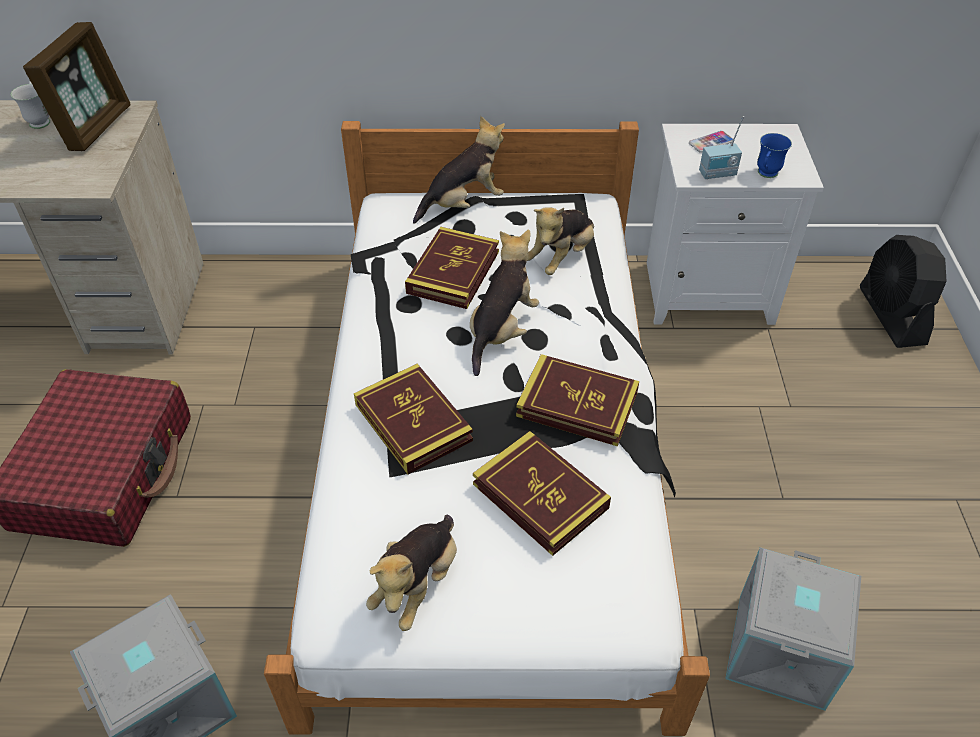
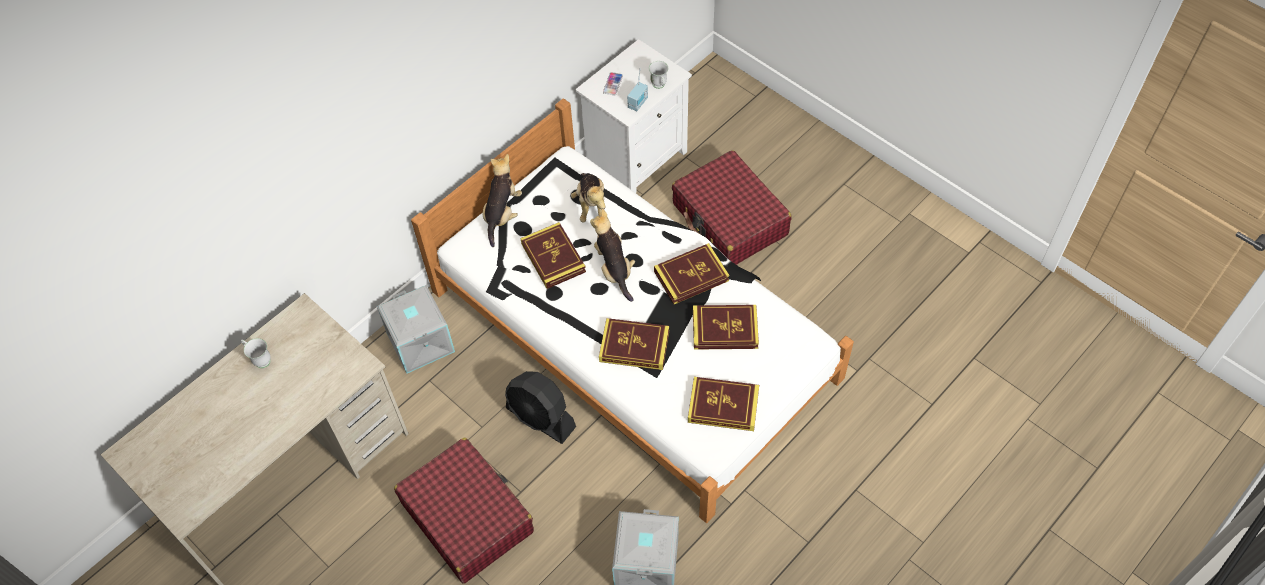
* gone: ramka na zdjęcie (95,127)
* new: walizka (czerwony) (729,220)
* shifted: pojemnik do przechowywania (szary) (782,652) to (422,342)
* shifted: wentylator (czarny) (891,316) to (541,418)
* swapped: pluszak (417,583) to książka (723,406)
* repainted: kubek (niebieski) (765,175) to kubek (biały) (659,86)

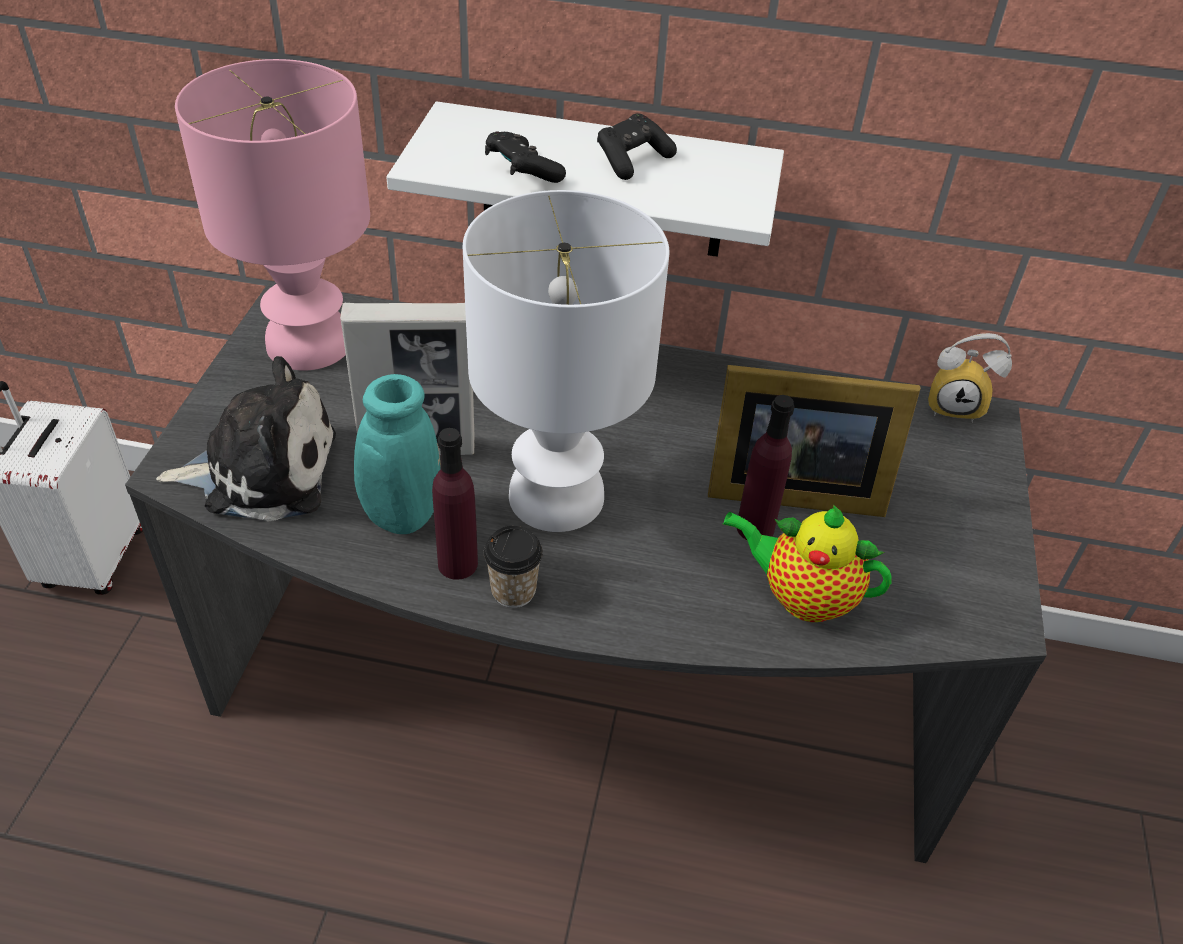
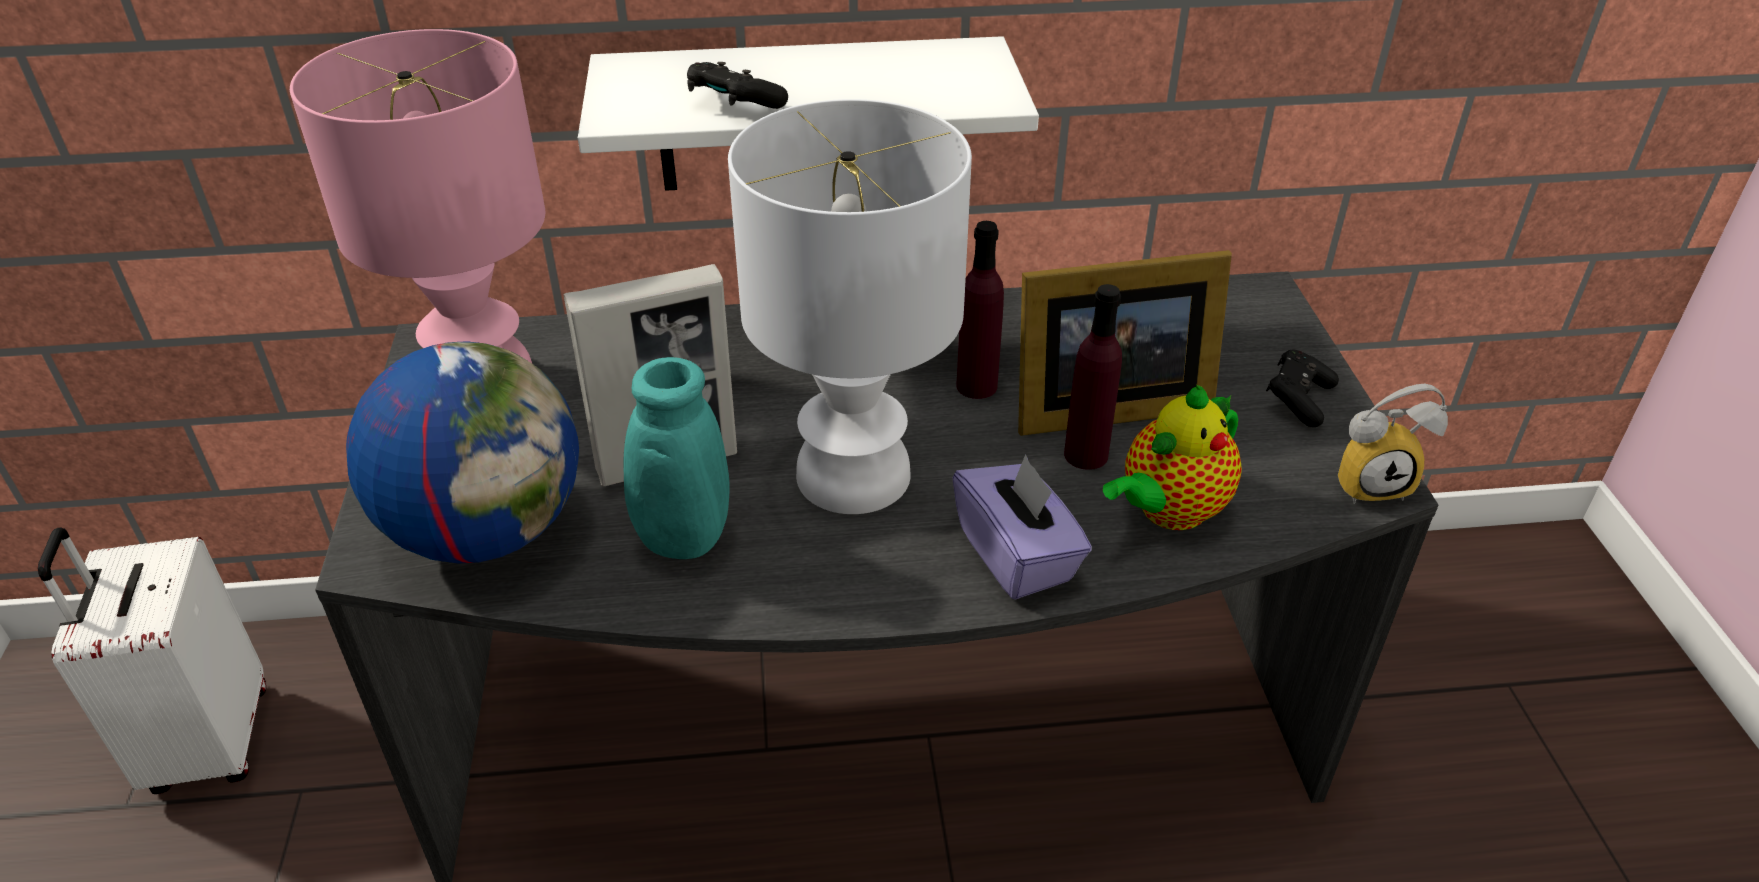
* gone: filiżanka (513,591)
* new: pudełko chusteczek (fioletowy) (1017,555)
* shifted: butelka (fioletowy) (458,564) to (976,386)
* shifted: pad do gier (czarny) (632,160) to (1298,400)
* shifted: budzik (956,406) to (1371,482)
* swapped: pluszak (262,470) to globus (487,531)
* rotated: imbryk (801,597) = (1168,511) 45 degrees counterclockwise

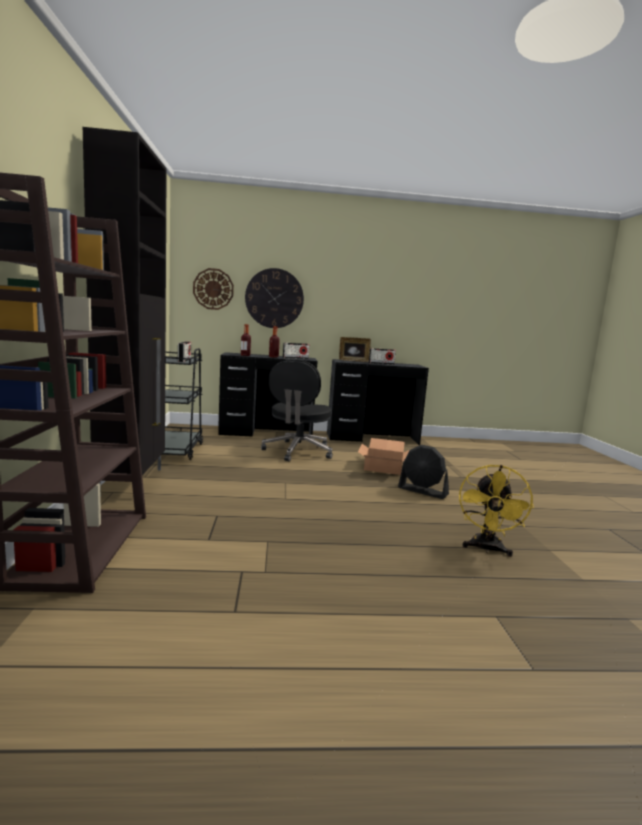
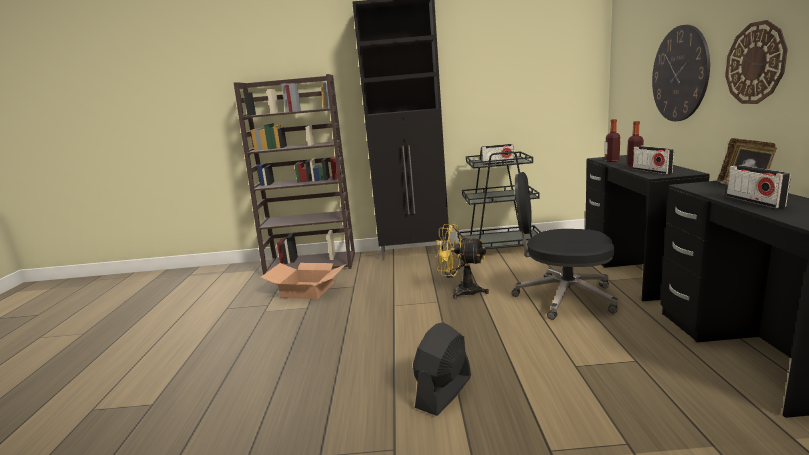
* shifted: zegar ścienny (213,289) to (755,63)
* shifted: karton (382,466) to (308,290)
* shifted: wentylator (żółty) (486,549) to (461,291)

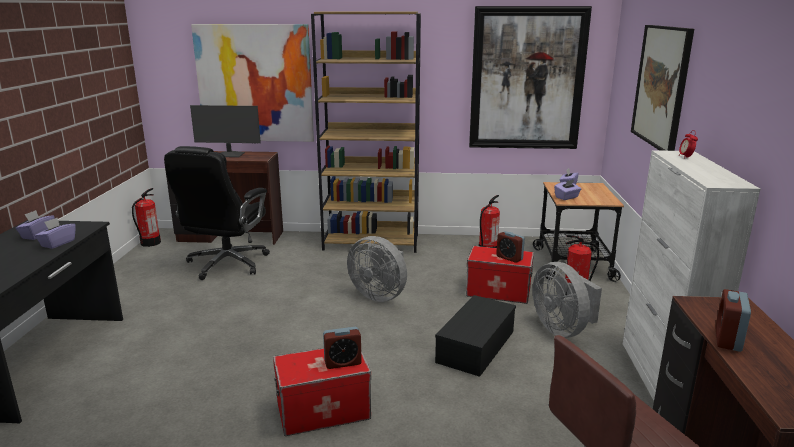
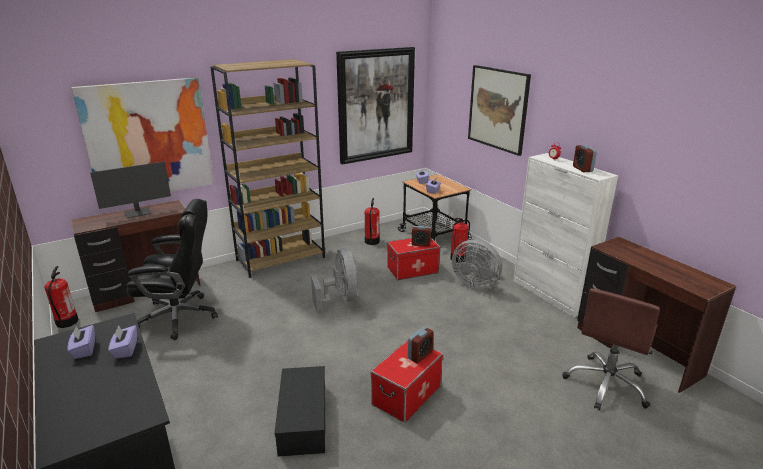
* shifted: pojemnik do przechowywania (czarny) (475,345) to (302,418)
* shifted: budzik (728,339) to (582,169)
* rotated: krzesło biurowe (czarny) (226,264) = (180,317) 75 degrees counterclockwise
* rotated: wentylator (szary) (380,295) = (340,299) 105 degrees counterclockwise

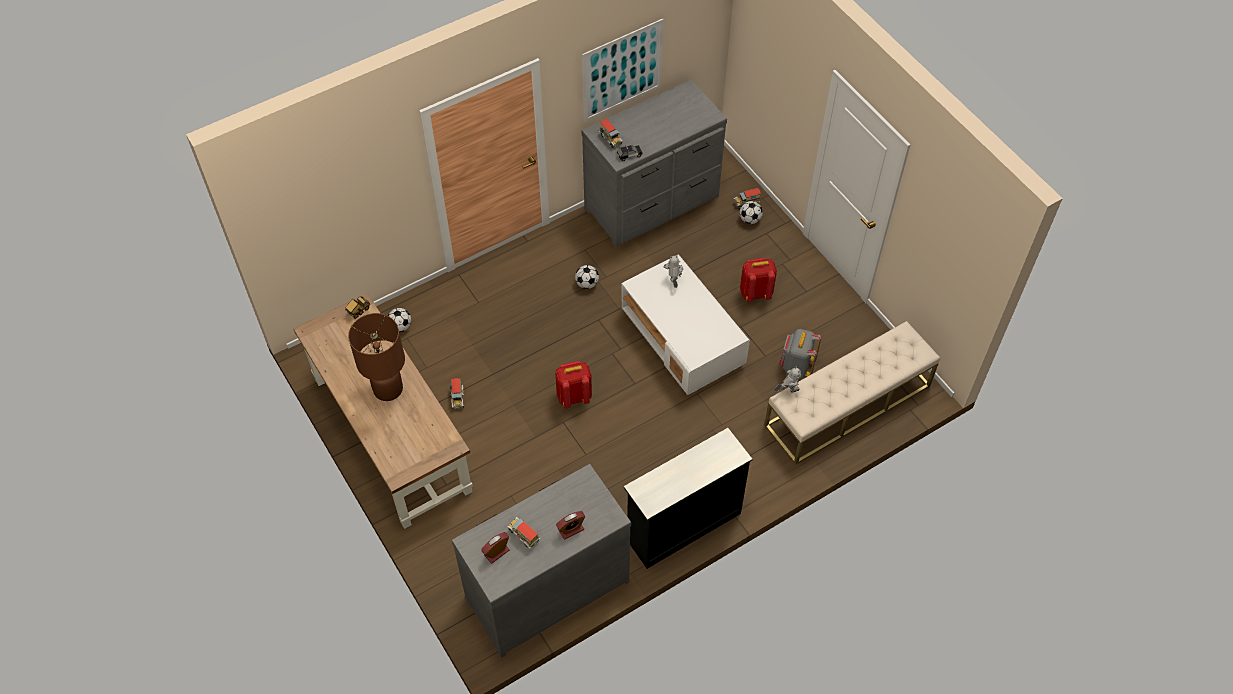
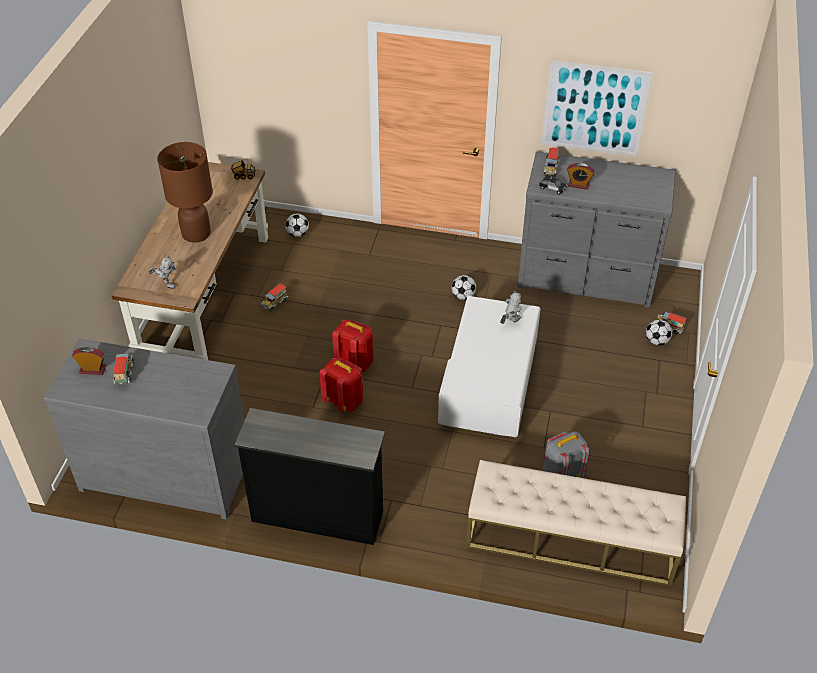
* shifted: budzik (571,530) to (578,185)
* shifted: plecak (czerwony) (755,292) to (344,401)
* shifted: robot zabawkowy (787,390) to (166,284)

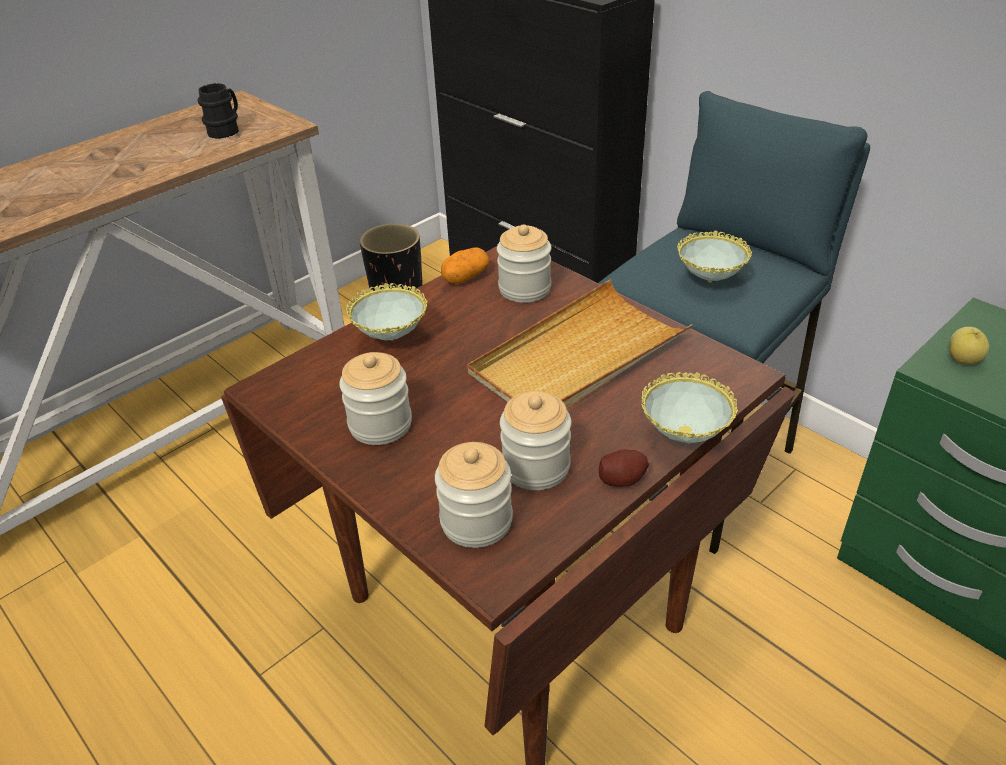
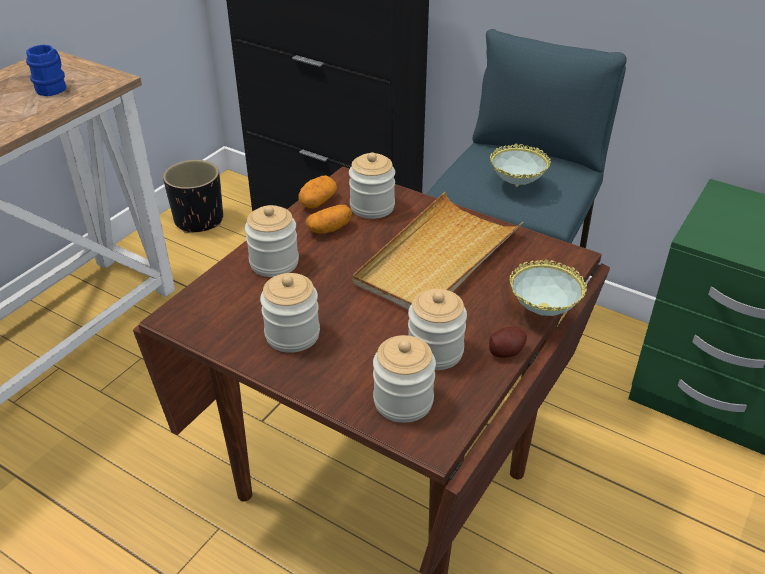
* gone: jabłko (963,359)
* new: ziemniak (329,229)
* swapped: miska (391,340) to słoik (274,263)
* repainted: kubek (czarny) (226,129) to kubek (niebieski) (53,87)

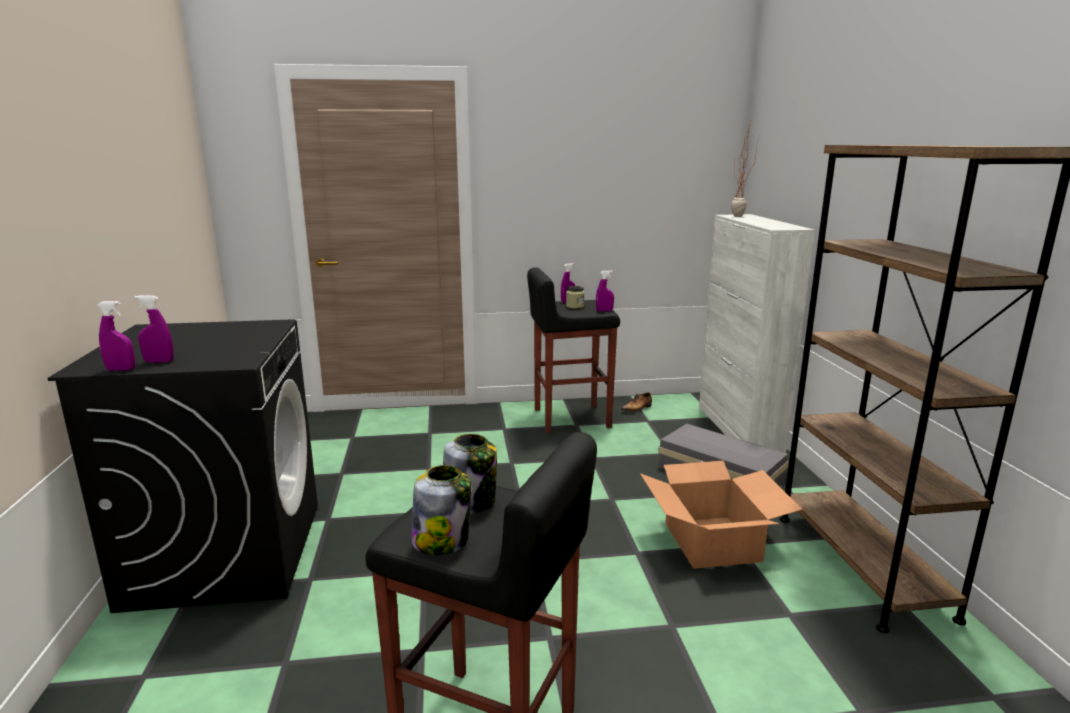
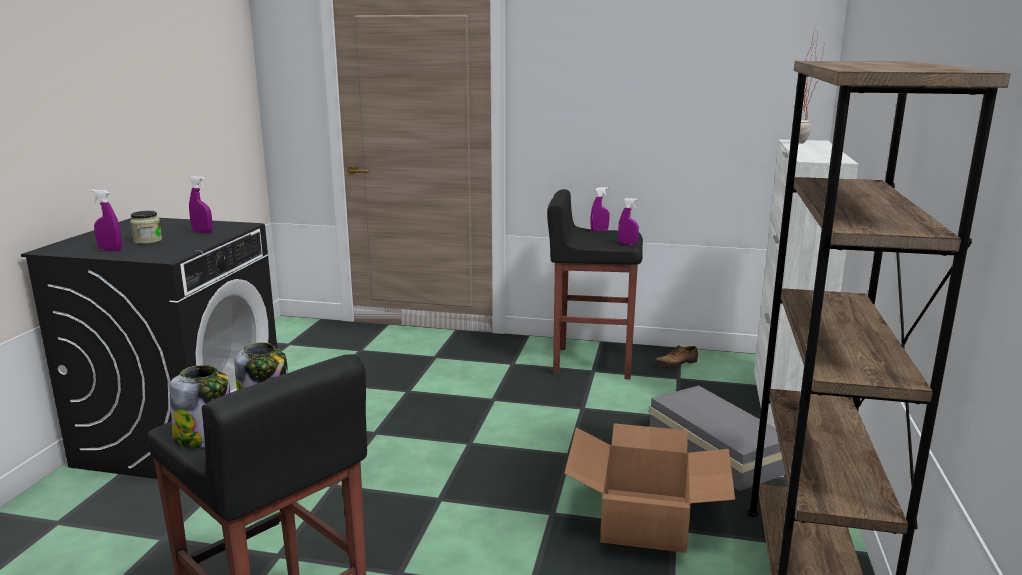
* shifted: spryskiwacz (fioletowy) (121,369) to (202,231)
* shifted: słoik (575,306) to (148,241)

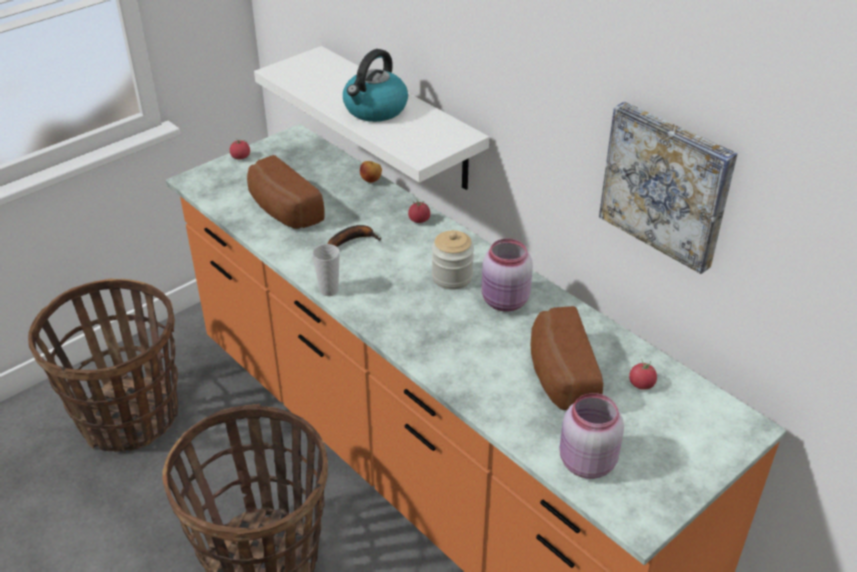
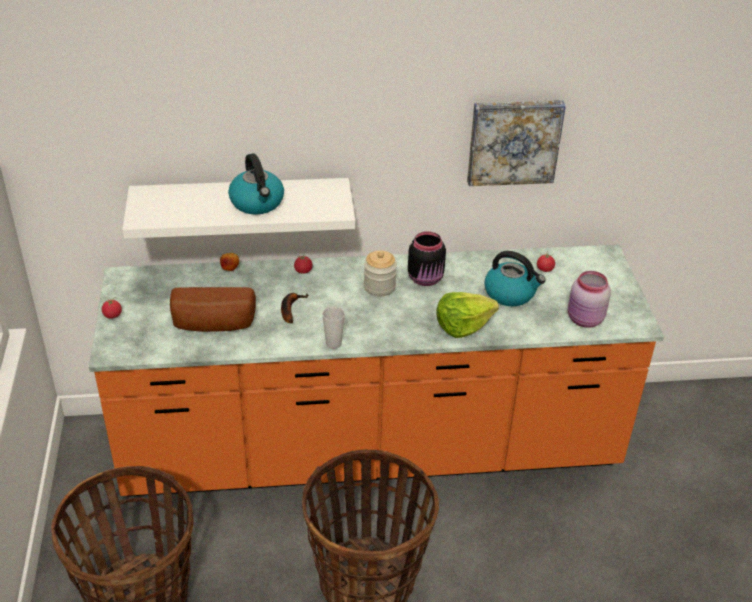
* new: sałata (462,325)
* swapped: chleb (558,376) to czajnik (510,293)
* repainted: słoik (różowy) (505,302) to słoik (czarny) (426,279)

